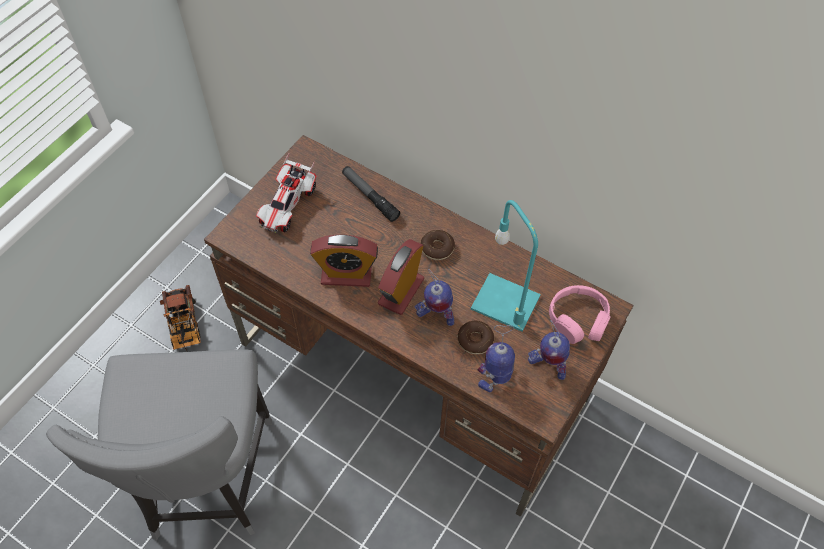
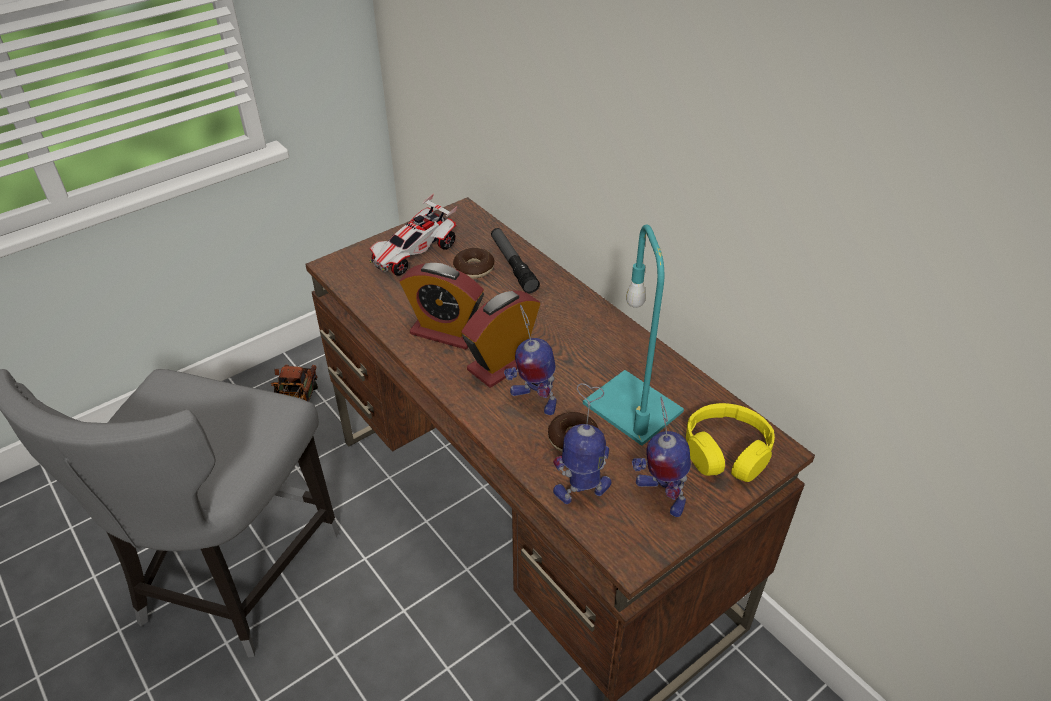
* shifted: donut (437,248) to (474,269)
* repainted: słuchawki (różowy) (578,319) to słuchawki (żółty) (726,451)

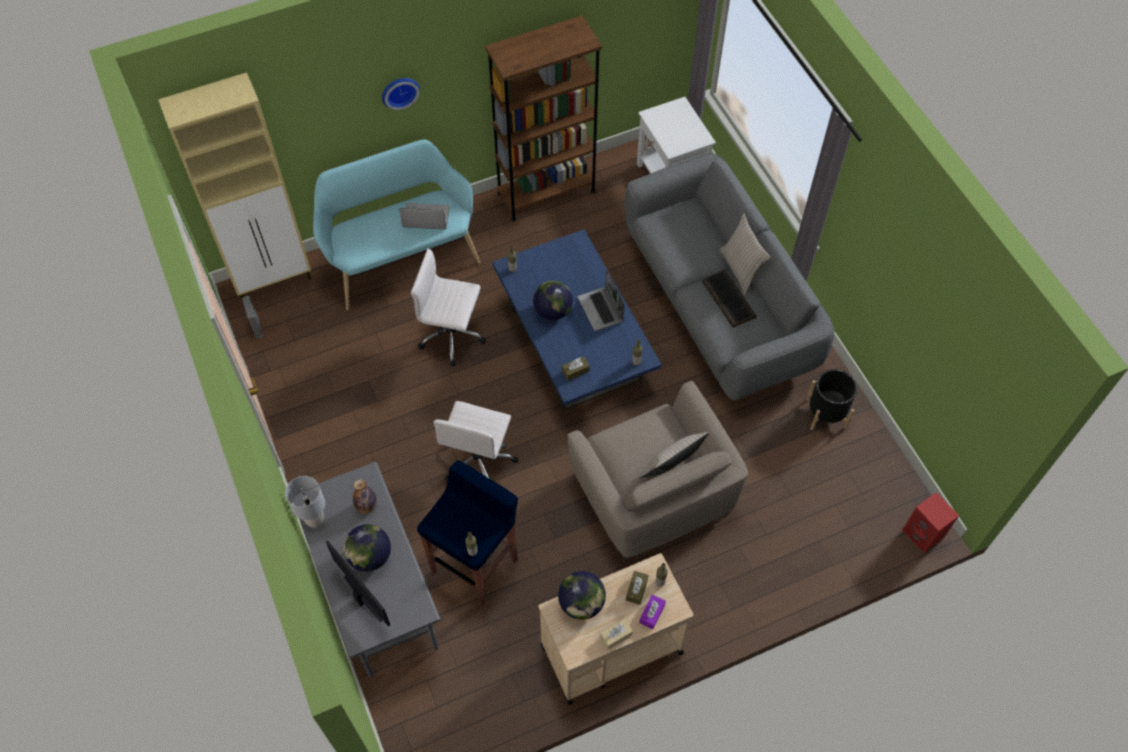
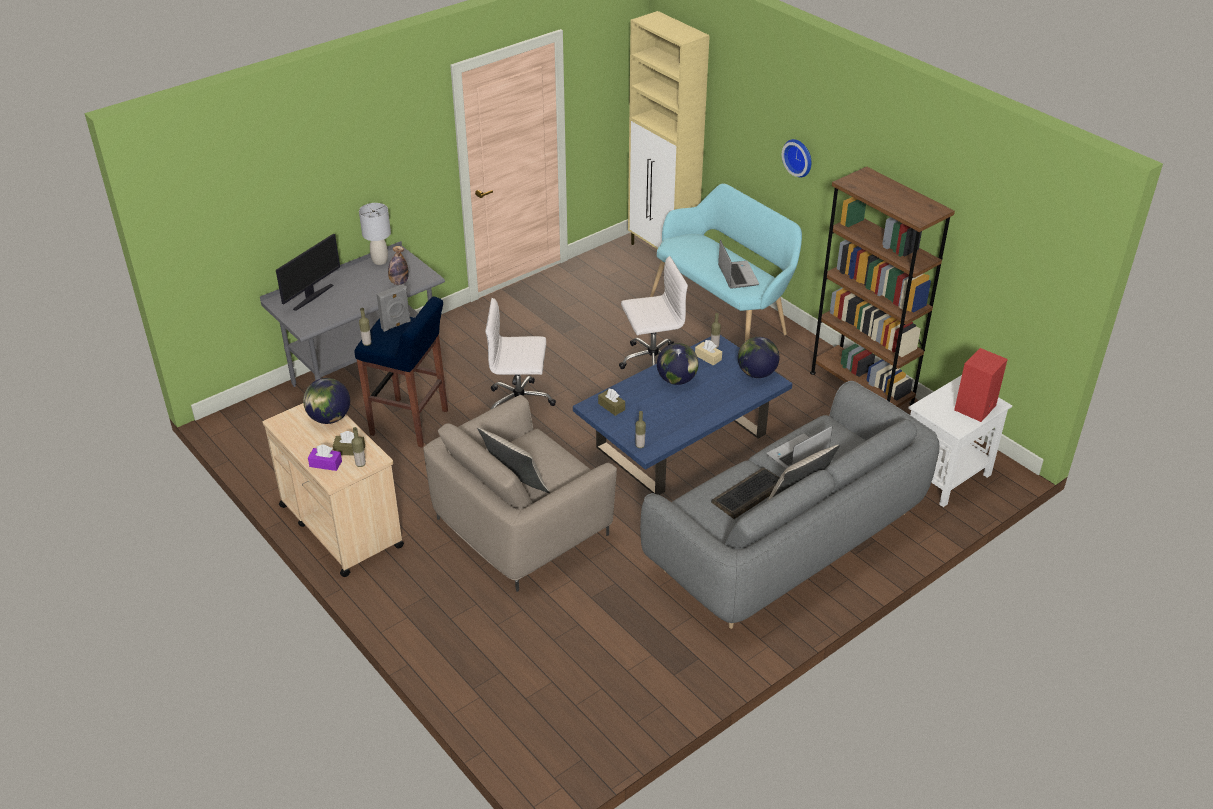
* gone: donica (czarny) (826,413)
* shifted: głośnik (szary) (257,327) to (396,325)
* shifted: globus (370,557) to (756,373)
* shifted: laptop (601,310) to (797,455)
* shifted: pudełko chusteczek (beżowy) (616,636) to (708,357)
* shifted: głośnik (czerwony) (924,534) to (975,408)
* rotated: krzesło biurowe (biały) (453,336) = (651,362) 75 degrees clockwise

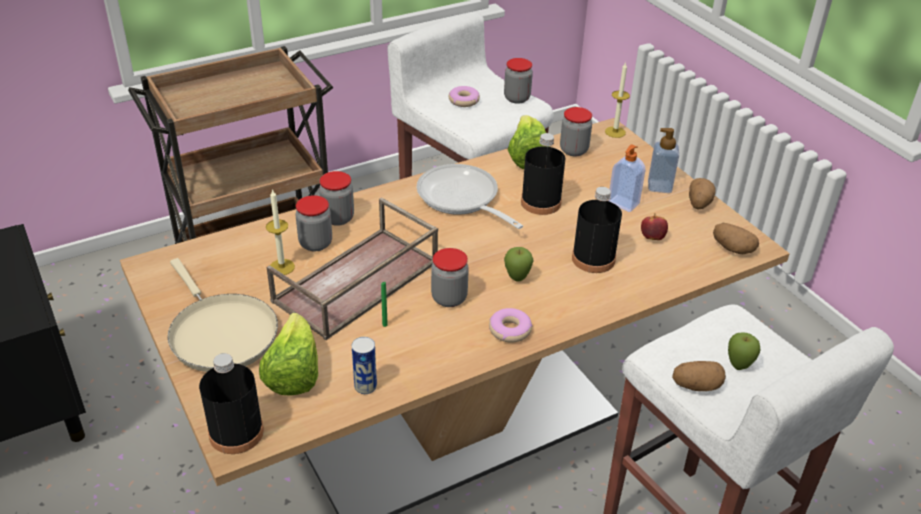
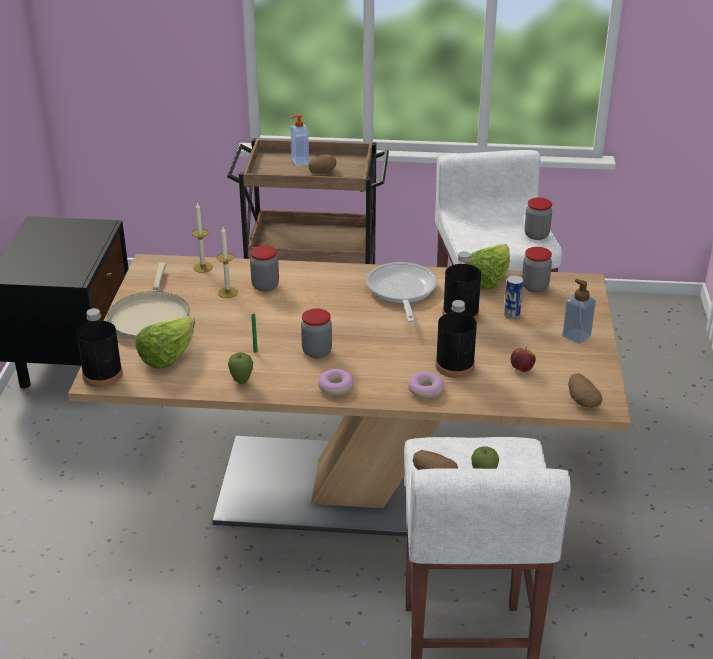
* gone: taca (brązowy) (356,283)
* gone: słoik (338,218)
* shifted: puszka (365,386) to (511,315)
* shifted: donut (464,101) to (426,390)
* shifted: jabłko (517,279) to (241,382)
* shifted: świeca (615,132) to (203,267)
* shifted: dozownik mydła (622,204) to (299,161)
* shifted: ziemniak (699,203) to (322,172)

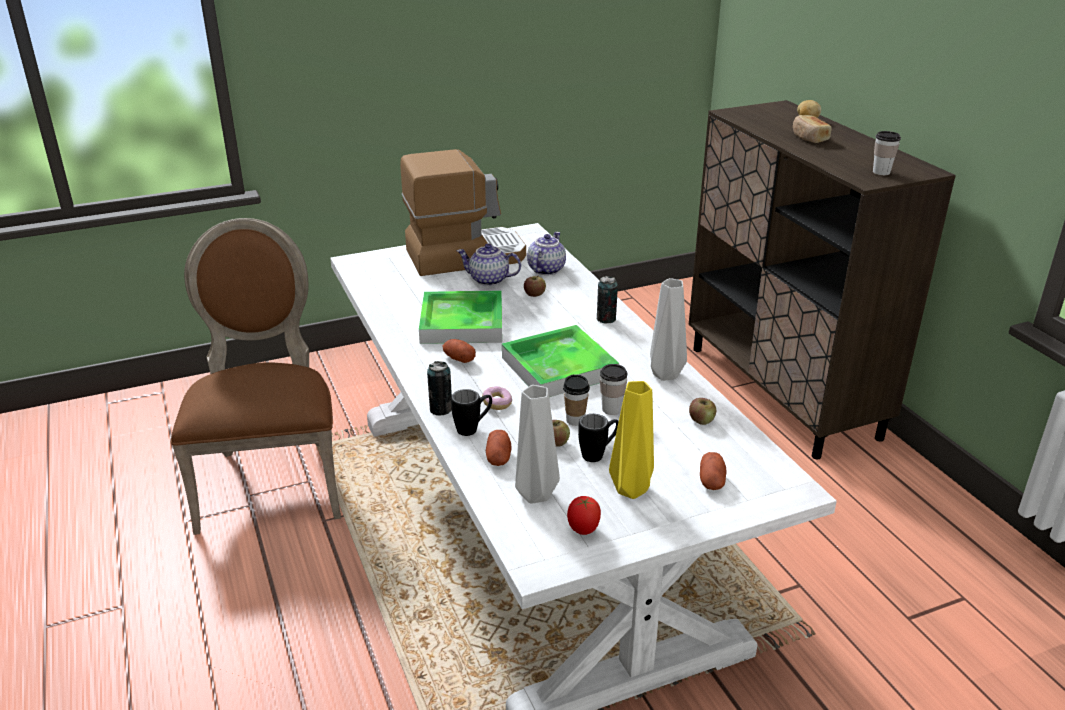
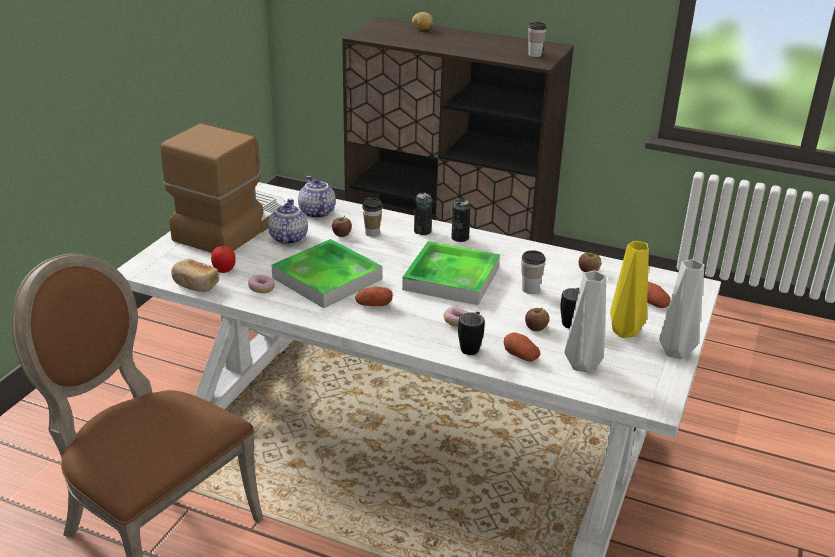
* new: donut (261,289)
* shifted: puszka (441,409) to (460,238)
* shifted: filiżanka (575,420) to (372,233)
* shifted: pomidor (583,530) to (224,271)
* shifted: wazon (szary) (664,374) to (674,352)
* shifted: chleb (809,137) to (195,284)
* rotated: imbryk (488,280) = (287,238) 120 degrees clockwise

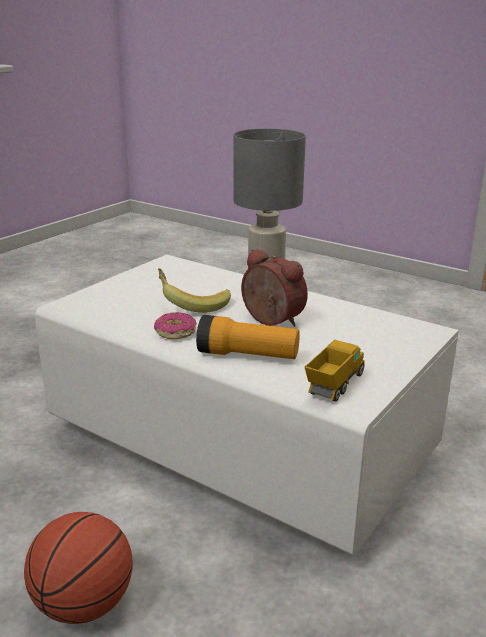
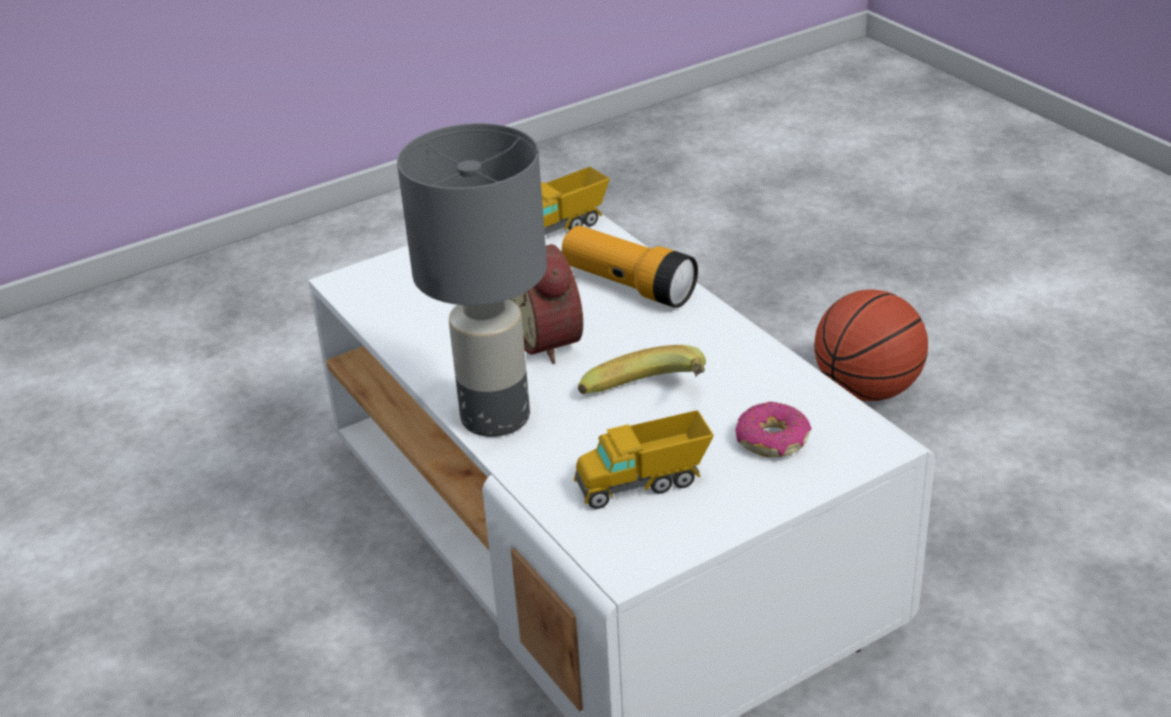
* new: ciężarówka zabawkowa (643,484)
* shifted: donut (175,332) to (773,441)

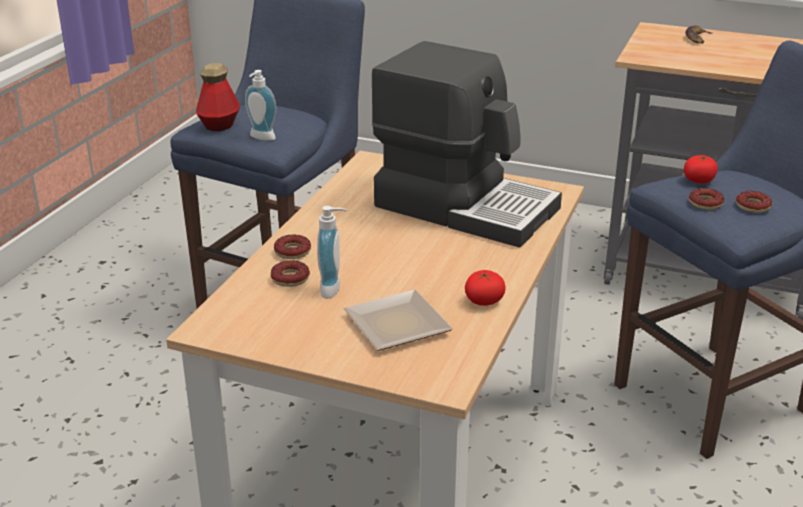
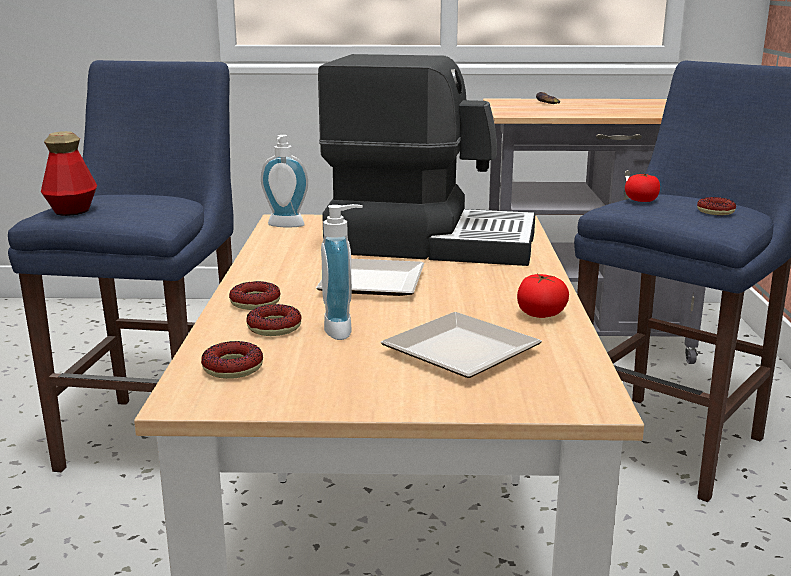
* new: talerz (375,284)
* shifted: dozownik mydła (260,138) to (285,226)
* shifted: donut (705,203) to (233,368)

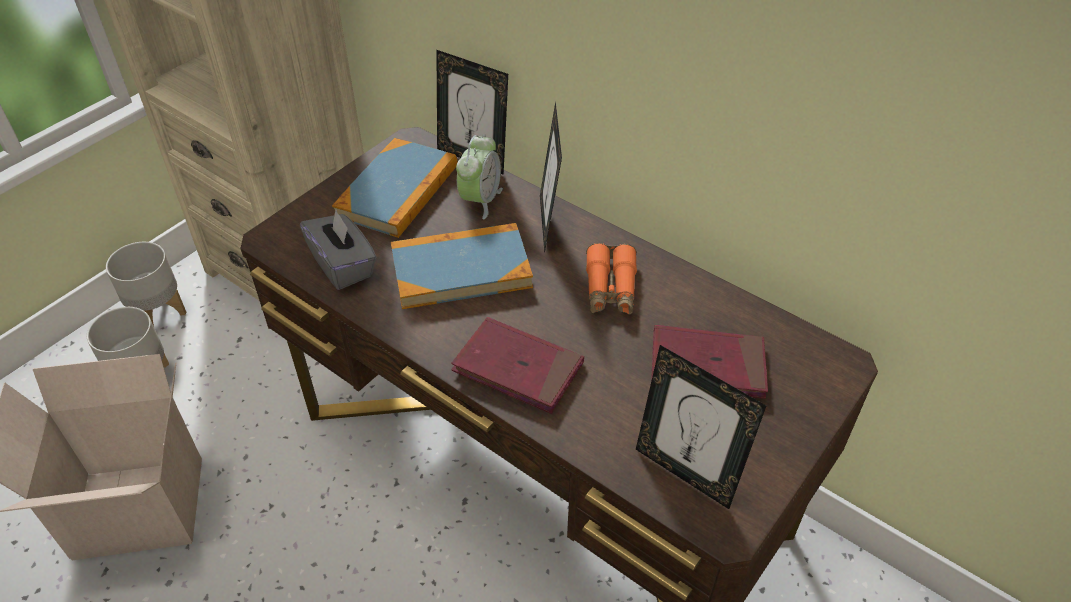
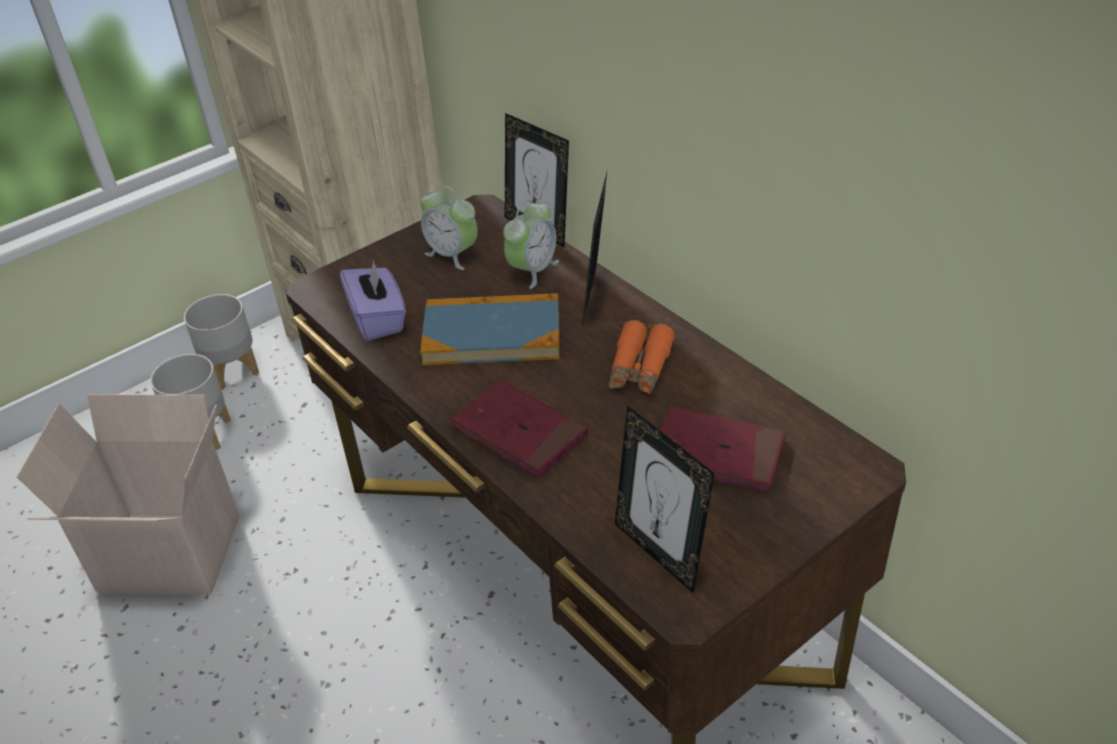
* swapped: książka (398,191) to budzik (453,254)
* repainted: pudełko chusteczek (szary) (343,265) to pudełko chusteczek (fioletowy) (378,319)

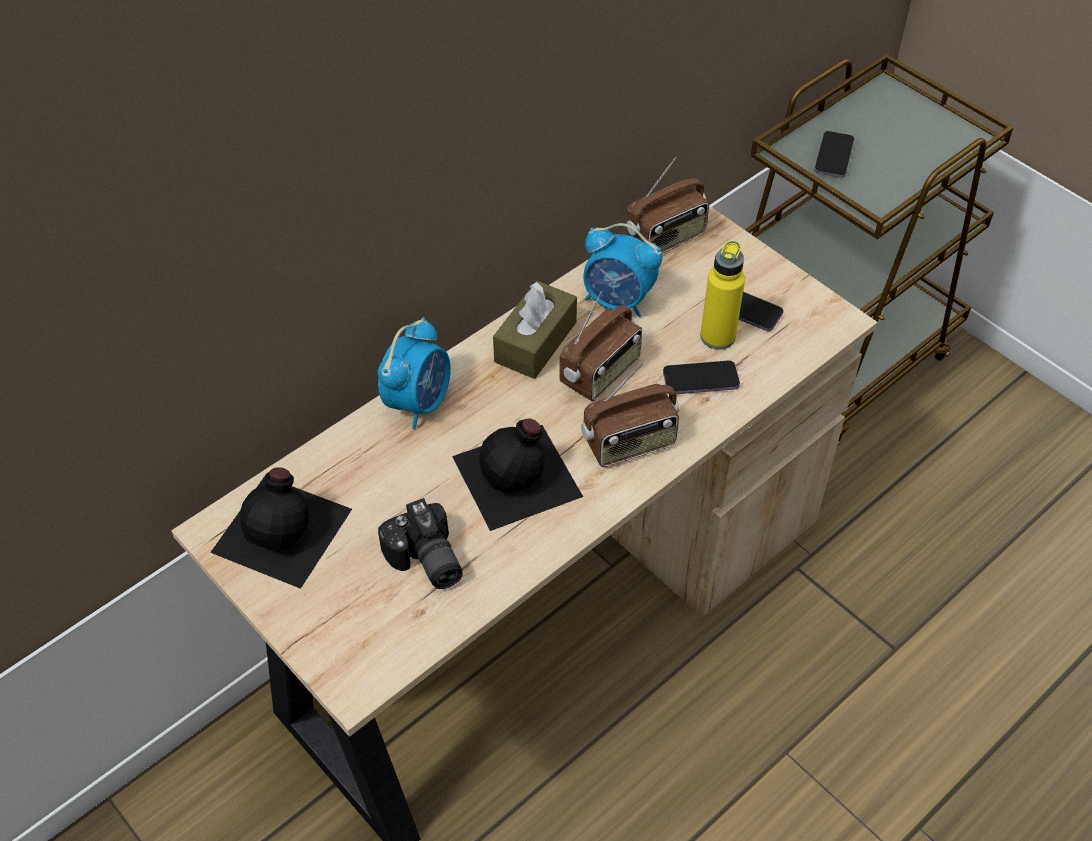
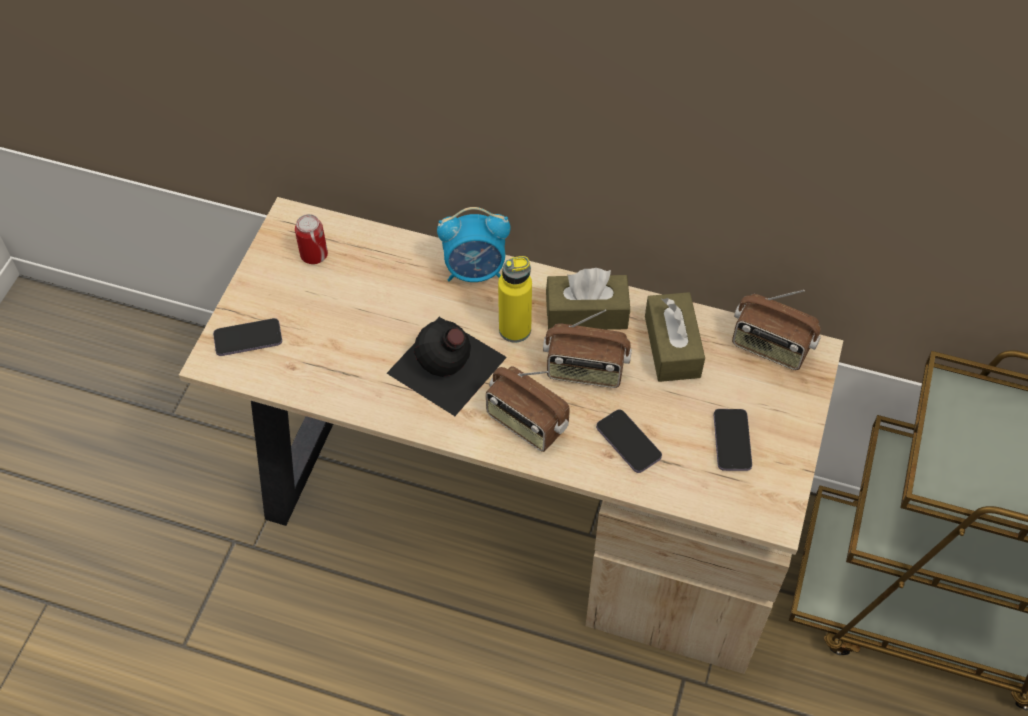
* gone: aparat fotograficzny (424,562)
* shifted: butelka (żółty) (717,336) to (515,329)
* shifted: telefon (833,156) to (248,339)
* swapped: butelka (czarny) (284,529) to puszka (314,255)
* swapped: budzik (618,301) to pudełko chusteczek (brązowy) (672,346)

